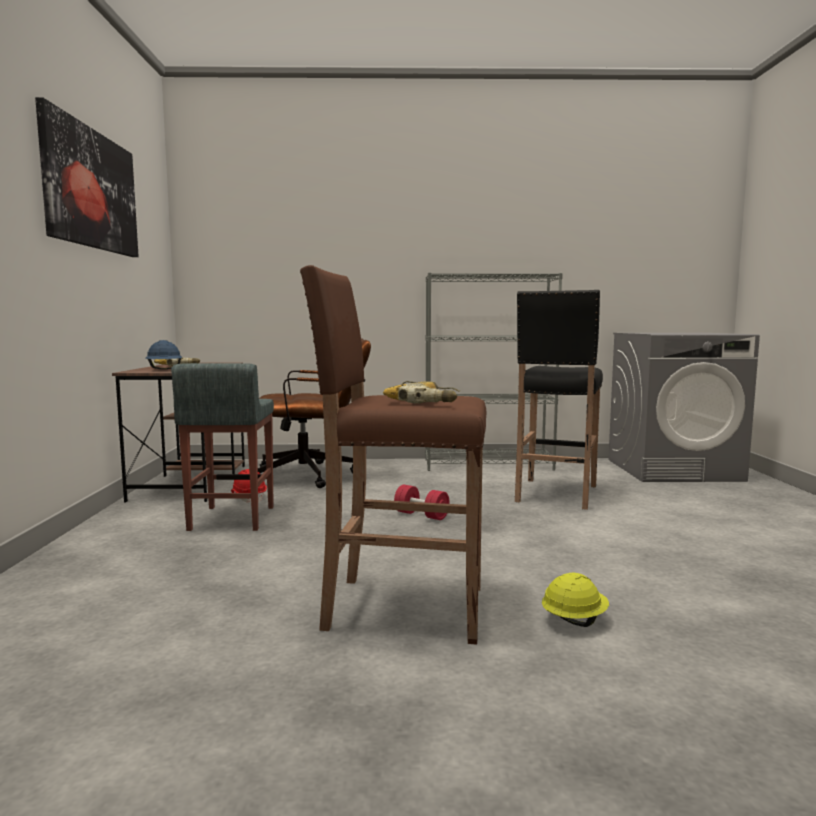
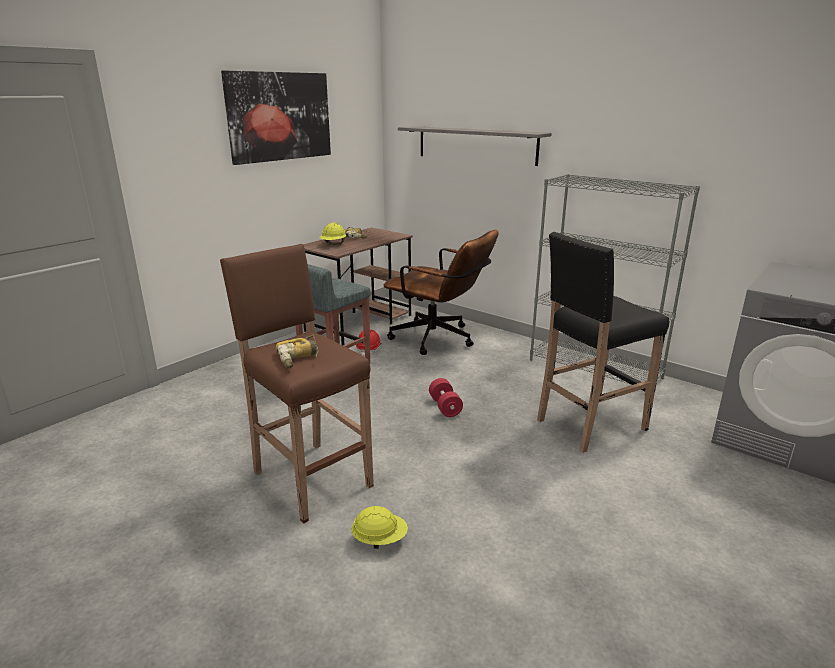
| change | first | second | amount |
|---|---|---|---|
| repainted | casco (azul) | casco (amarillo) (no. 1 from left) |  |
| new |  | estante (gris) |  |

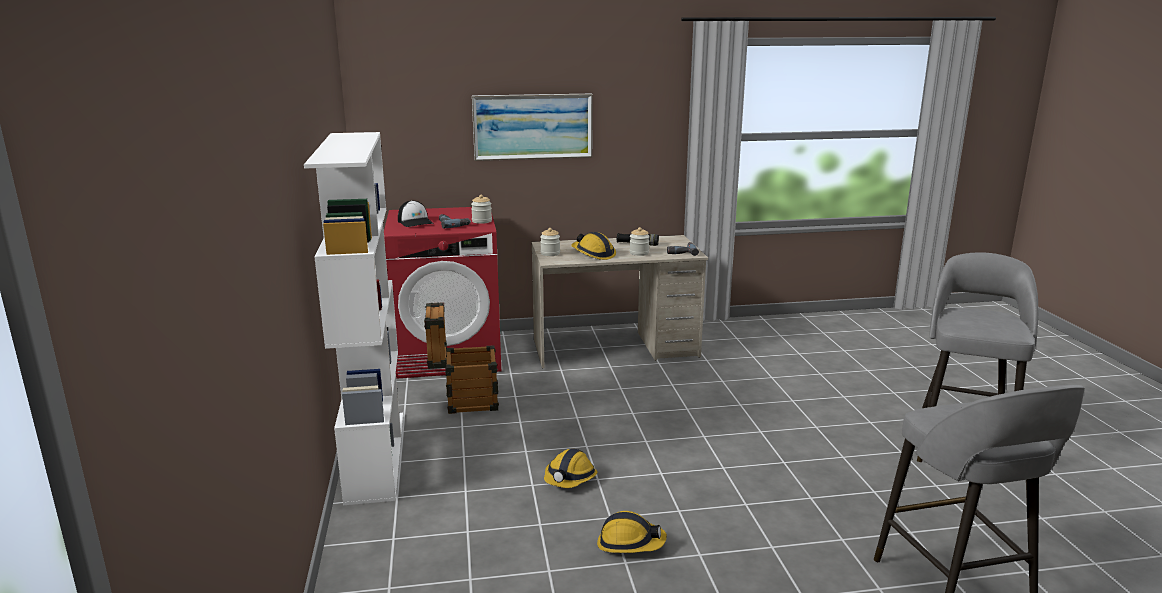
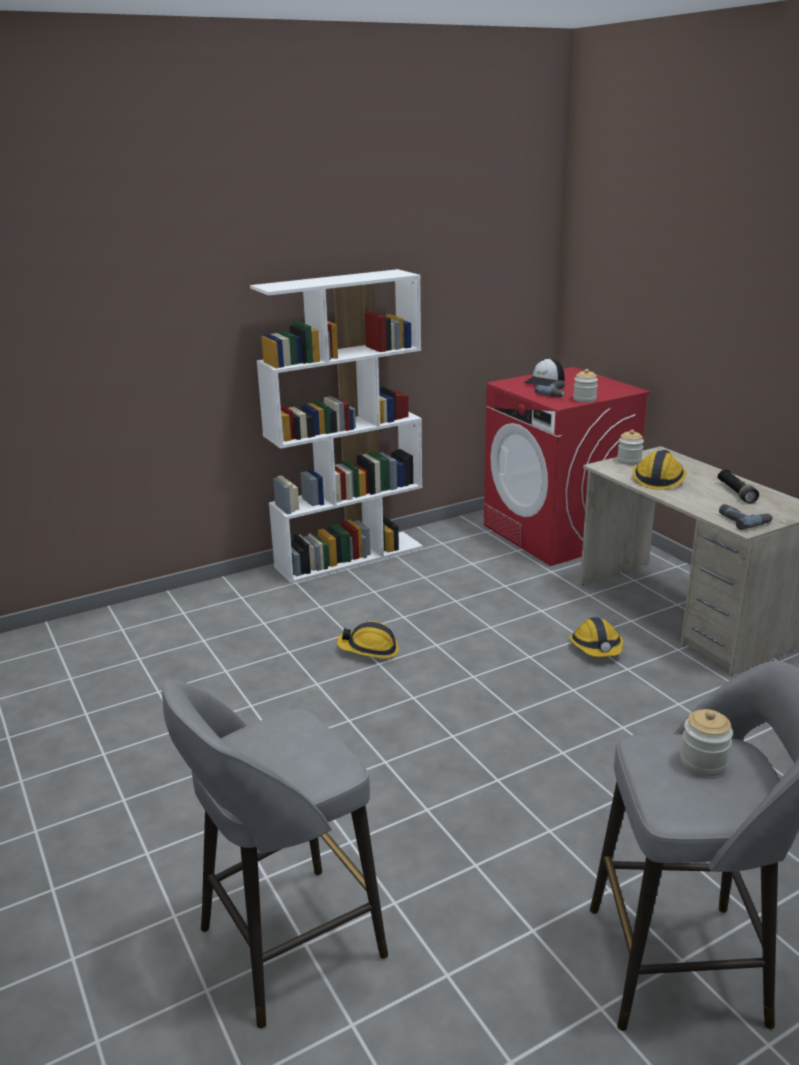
| change | first | second | amount |
|---|---|---|---|
| gone | caja de embalaje |  |  |
| gone | cuadro |  |  |
| shifted | casco (no. 3 from left in the first image) | casco (no. 2 from left) |  |
| shifted | tarro (no. 3 from left) |  |  |

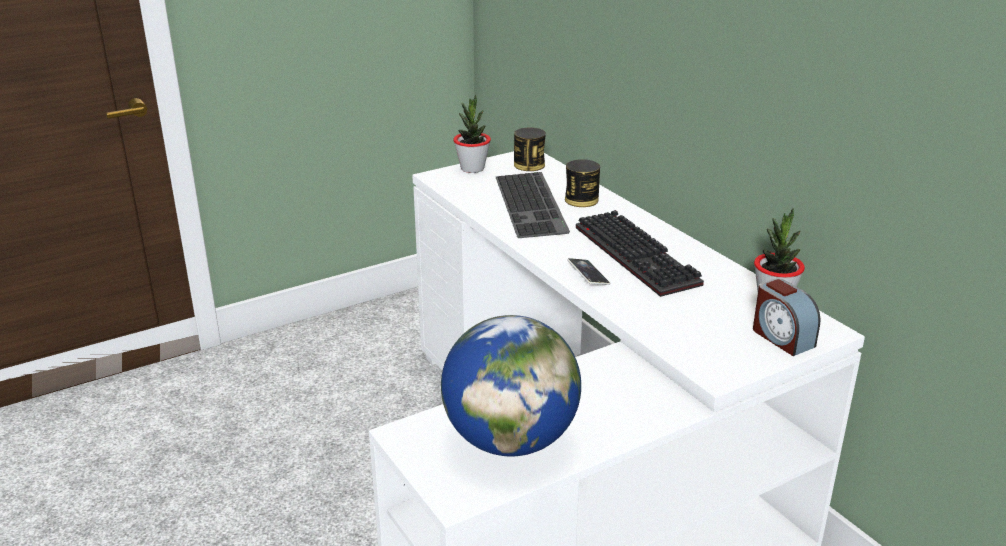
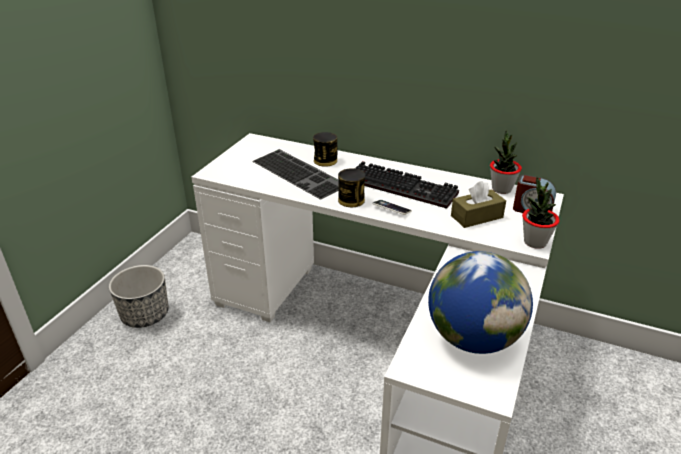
| change | first | second | amount |
|---|---|---|---|
| shifted | planta en maceta (no. 1 from left in the first image) | planta en maceta (no. 2 from left) |  |
| shifted | lata (no. 1 from left in the first image) | lata (no. 2 from left) |  |
| new |  | maceta |  |
| new |  | caja de pañuelos (marrón) |  |

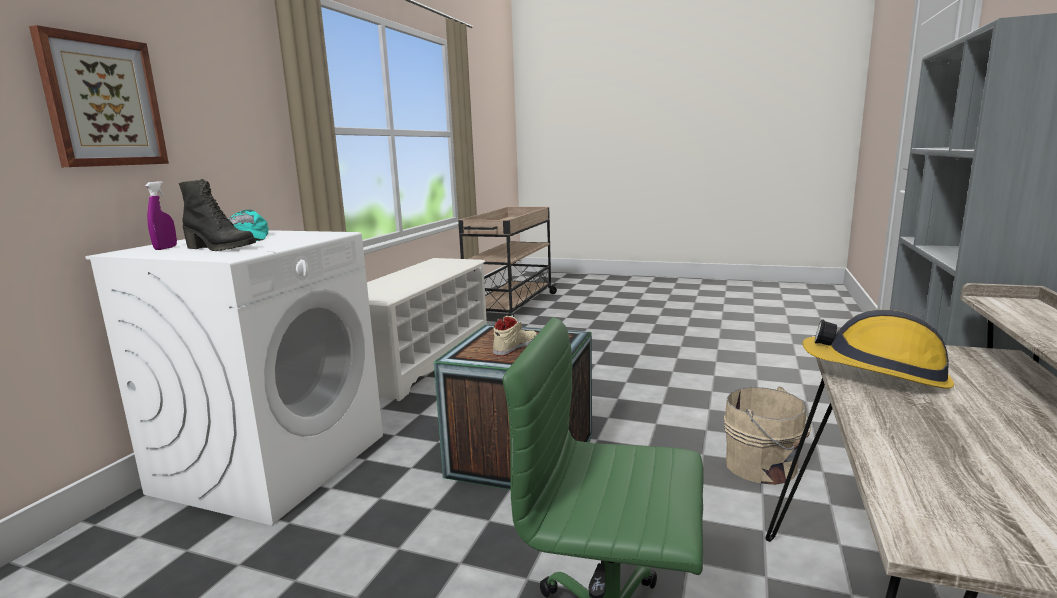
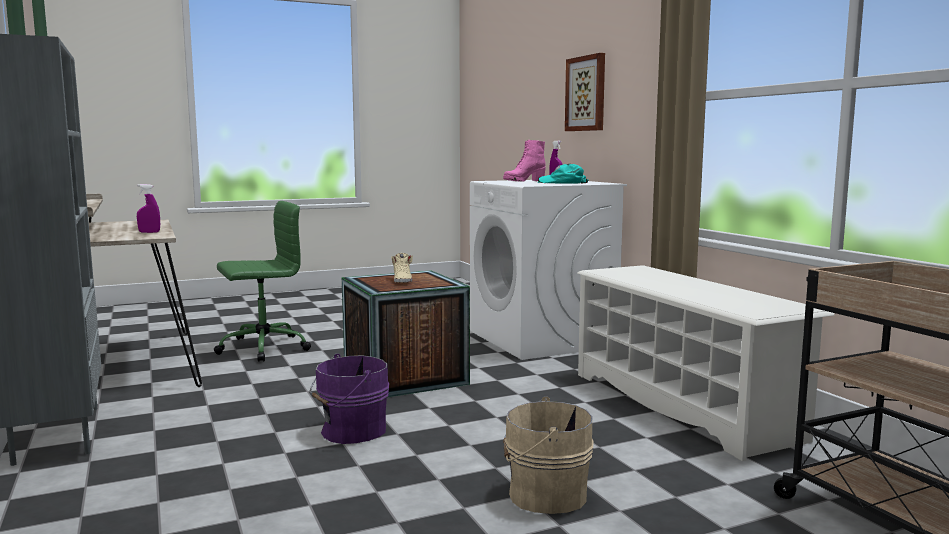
| change | first | second | amount |
|---|---|---|---|
| repainted | bota (negro) | bota (rosa) |  |
| shifted | cubo (beis) |  |  |
| swapped | casco | pulverizador (morado) (no. 1 from left) |  |
| new |  | cubo (morado) |  |

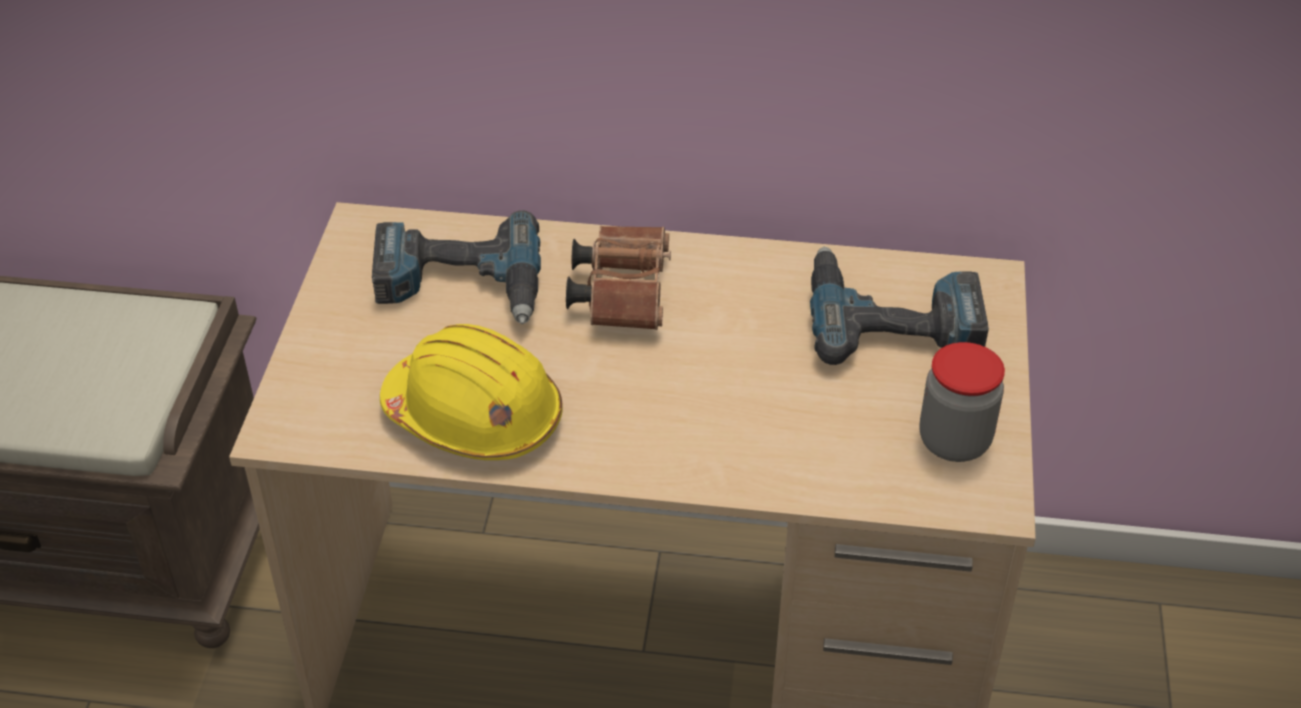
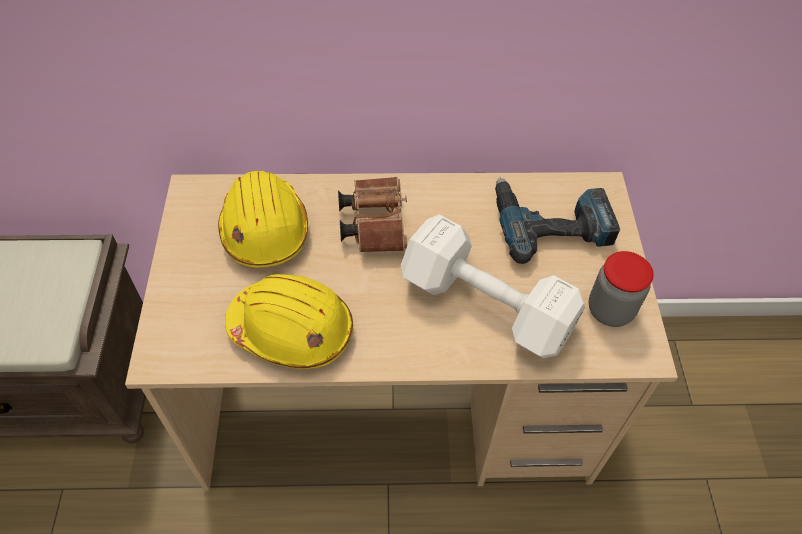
| change | first | second | amount |
|---|---|---|---|
| swapped | taladro (no. 1 from left) | casco (amarillo) (no. 1 from left) |  |
| new |  | mancuerna (blanco) |  |

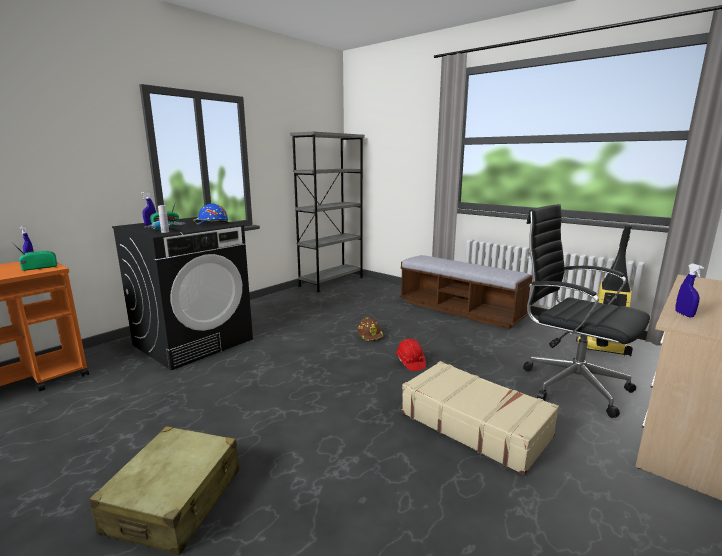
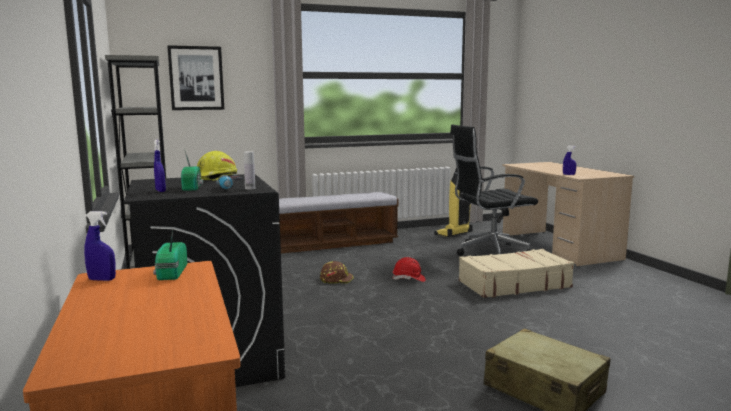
| change | first | second | amount |
|---|---|---|---|
| repainted | casco (azul) | casco (amarillo) |  |
| new |  | cuadro |  |

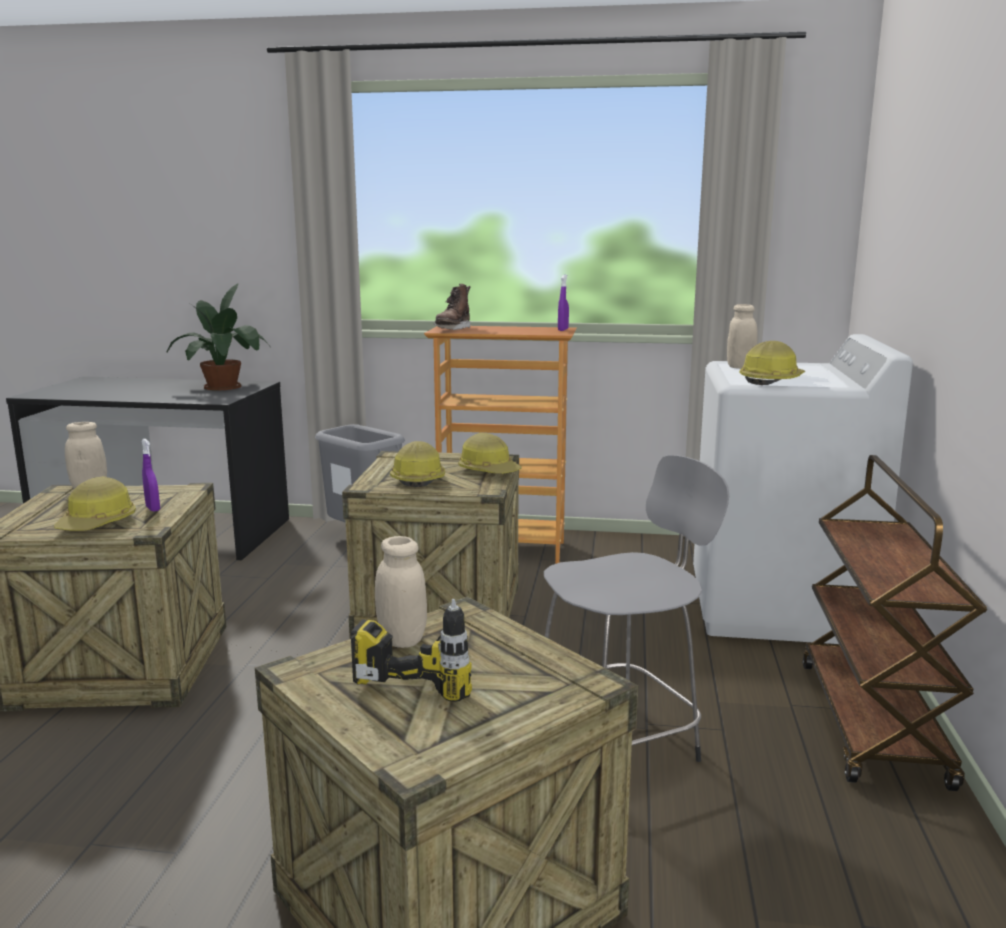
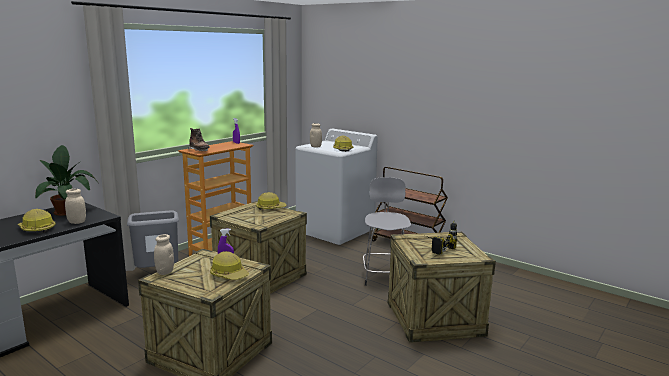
| change | first | second | amount |
|---|---|---|---|
| shifted | tarro (beis) (no. 2 from left in the first image) | tarro (beis) (no. 1 from left) |  |
| shifted | casco (no. 2 from left in the first image) | casco (no. 1 from left) |  |

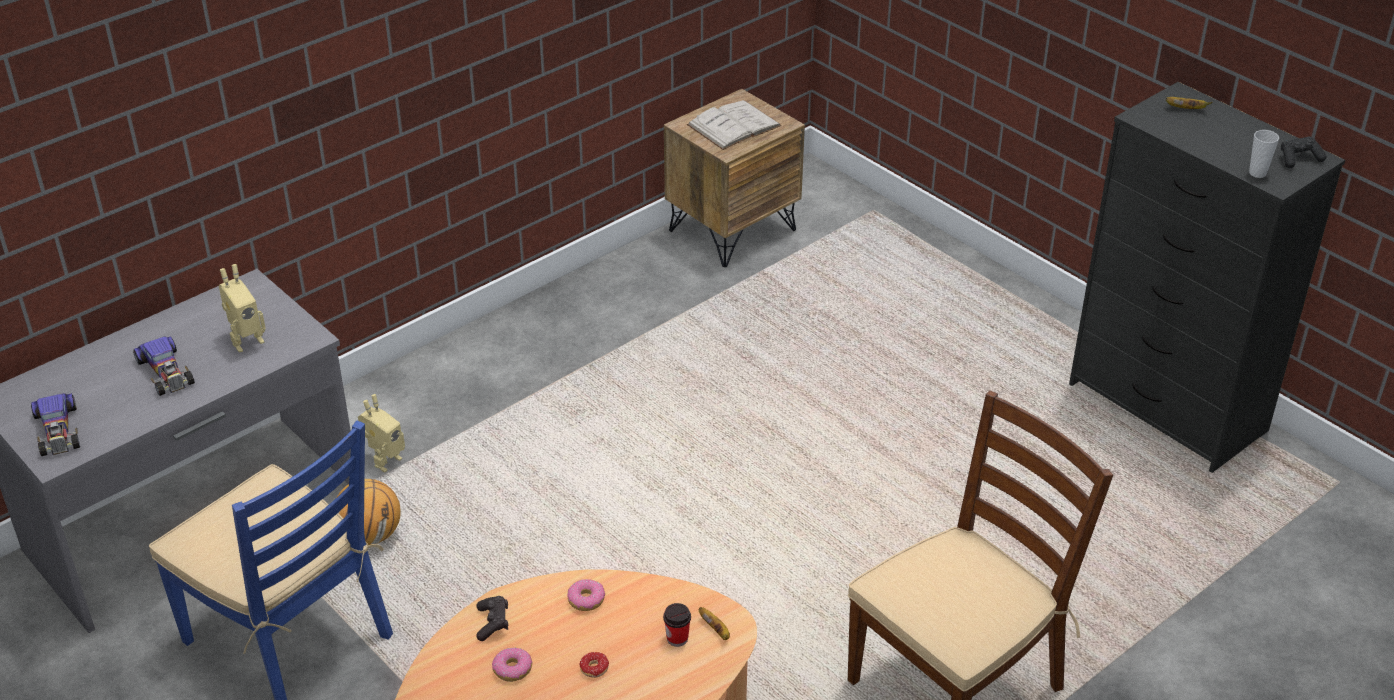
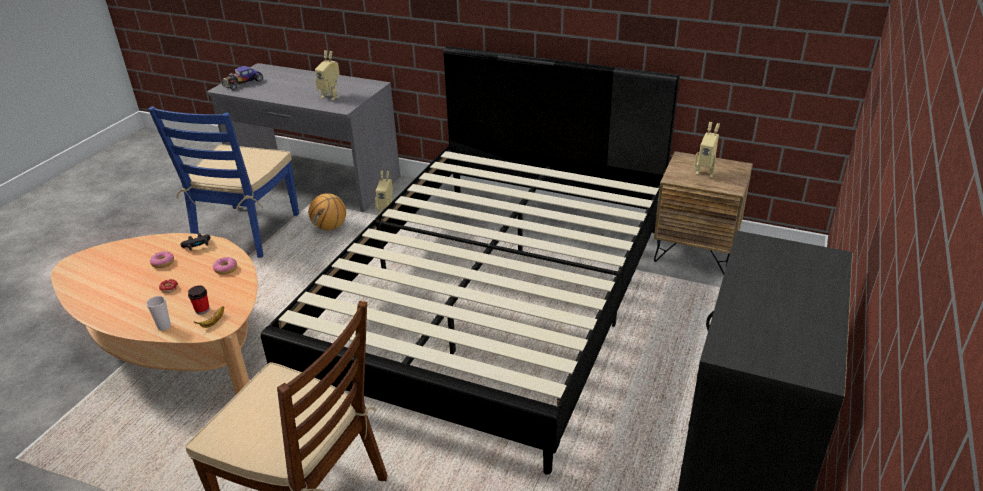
| change | first | second | amount |
|---|---|---|---|
| gone | coche de juguete (no. 2 from left) |  |  |
| swapped | libro (blanco) | robot de juguete (no. 3 from left) |  |
| gone | plátano (no. 2 from left) |  |  |
| shifted | taza (no. 2 from left in the first image) | taza (no. 1 from left) |  |
| gone | mando de consola (negro) (no. 2 from left) |  |  |
| new |  | cama (negro) |  |

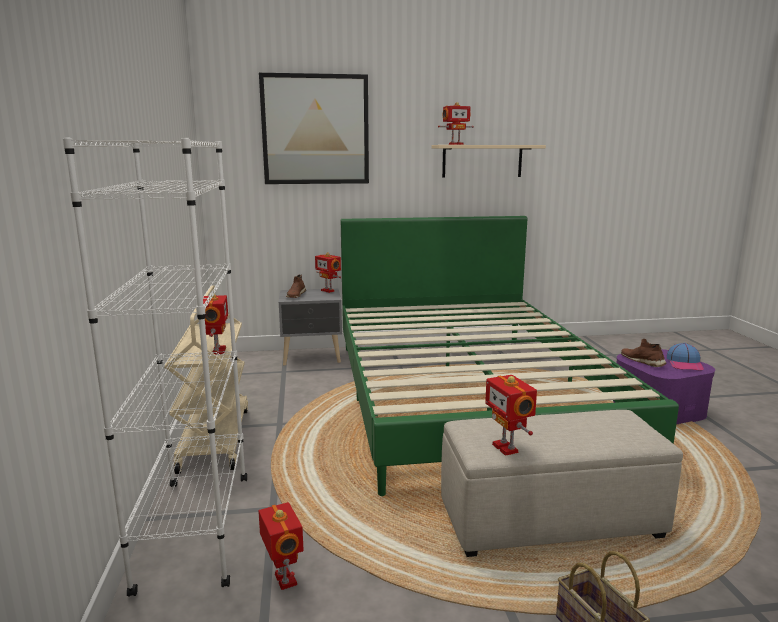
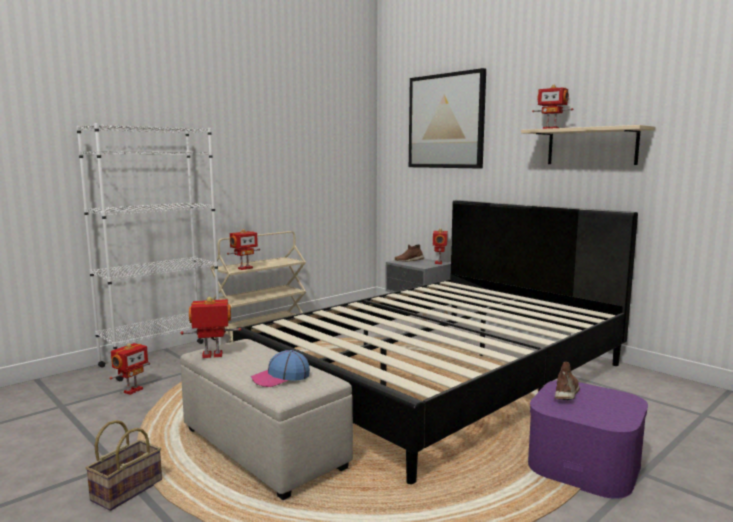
| change | first | second | amount |
|---|---|---|---|
| repainted | cama (verde) | cama (negro) |  |
| rotated | robot de juguete (no. 5 from left in the first image) | robot de juguete (no. 2 from left) | 45 degrees clockwise |
| shifted | gorra |  |  |

